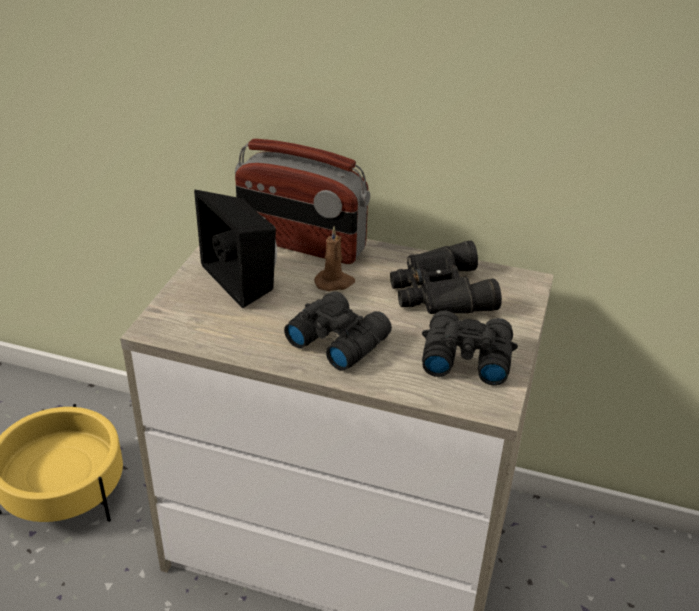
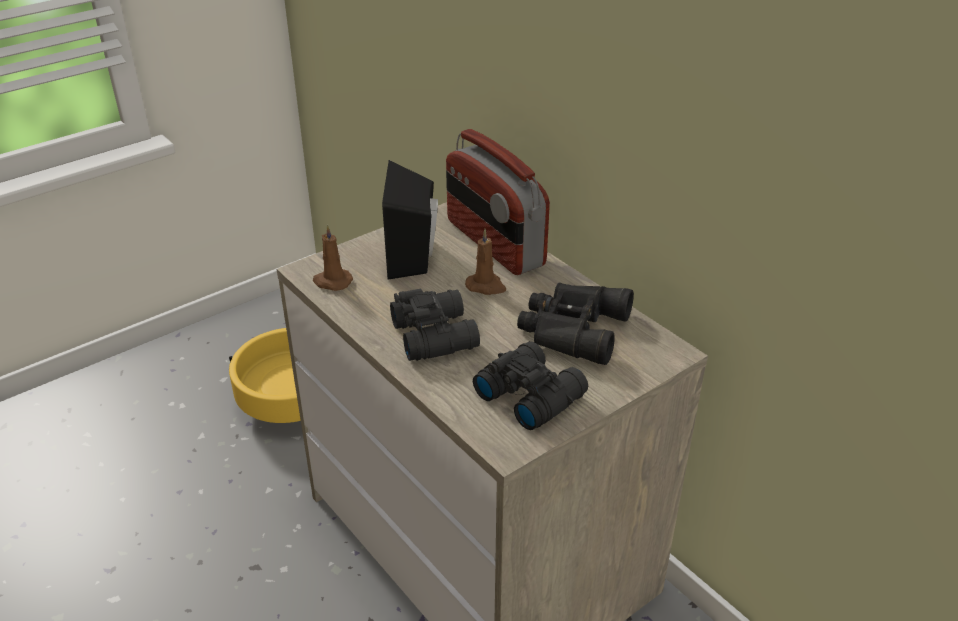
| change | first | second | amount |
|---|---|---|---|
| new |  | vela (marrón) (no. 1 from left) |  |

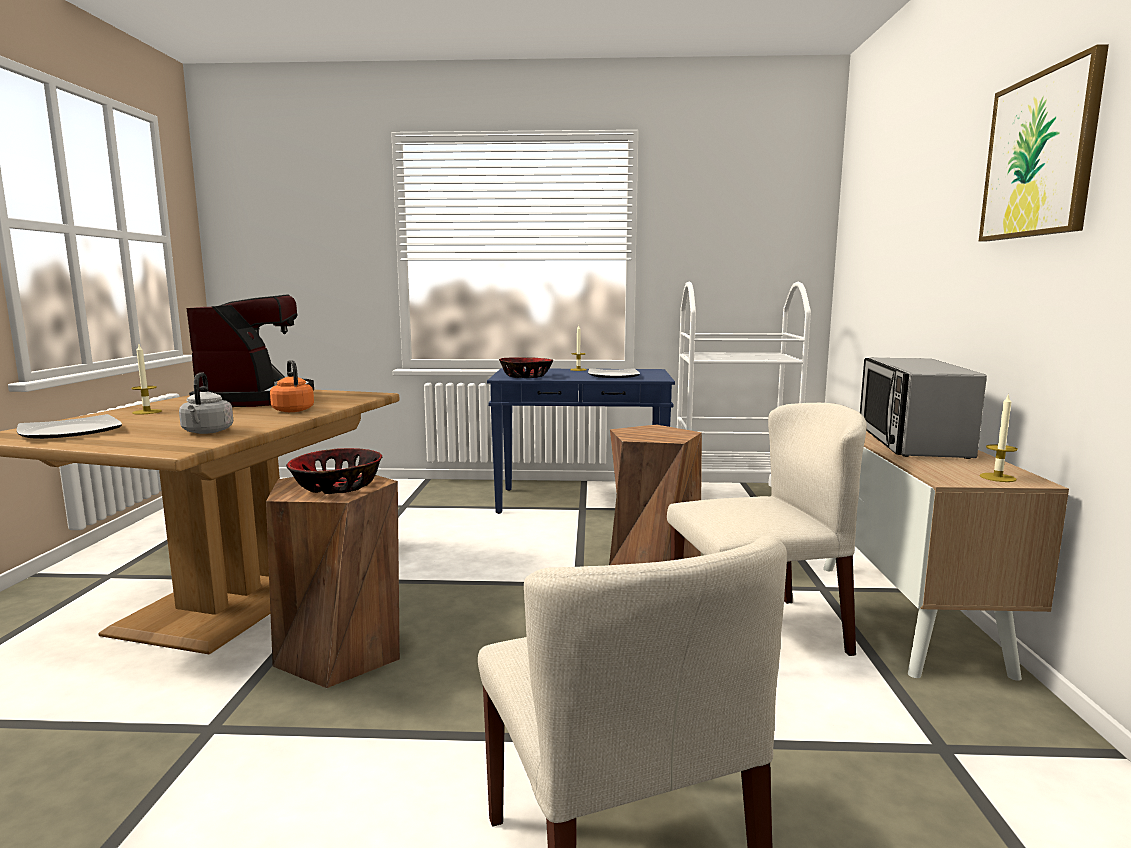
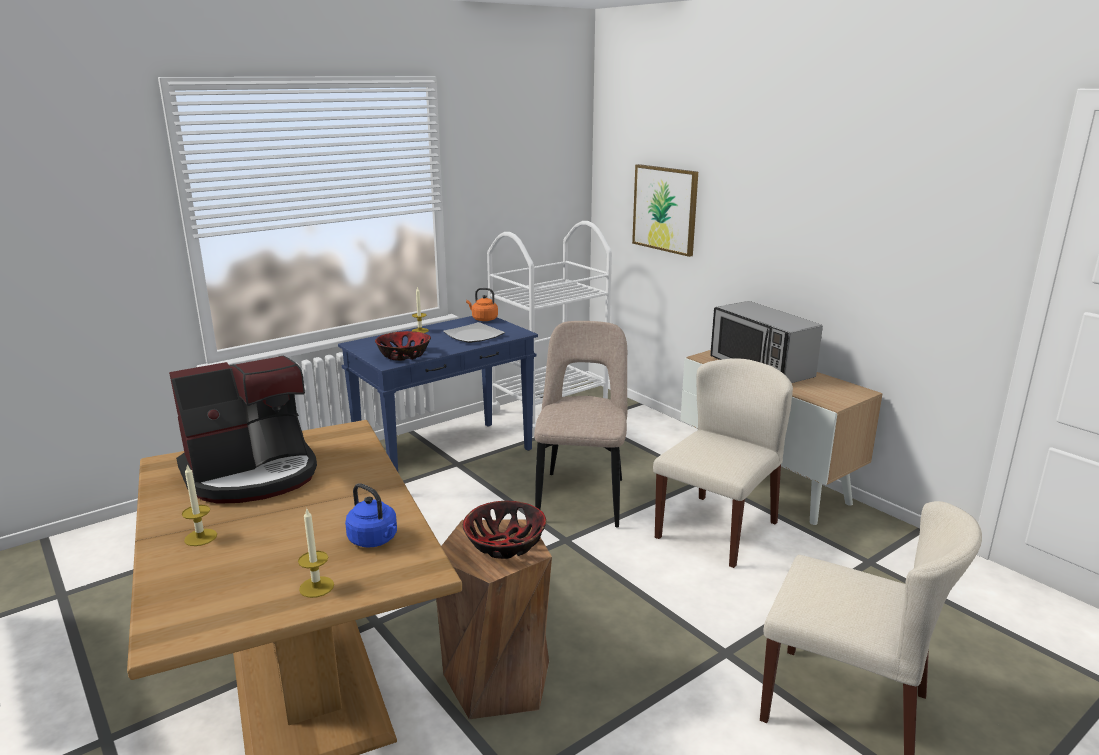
| change | first | second | amount |
|---|---|---|---|
| gone | plato (no. 1 from left) |  |  |
| repainted | hervidor (gris) | hervidor (azul) |  |
| rotated | cafetera |  | 105 degrees clockwise |
| shifted | hervidor (naranja) |  |  |
| swapped | taburete (marrón) (no. 2 from left) | silla (beis) (no. 1 from left) |  |
| shifted | cuadro |  |  |
| shifted | vela (no. 3 from left in the first image) | vela (no. 2 from left) |  |

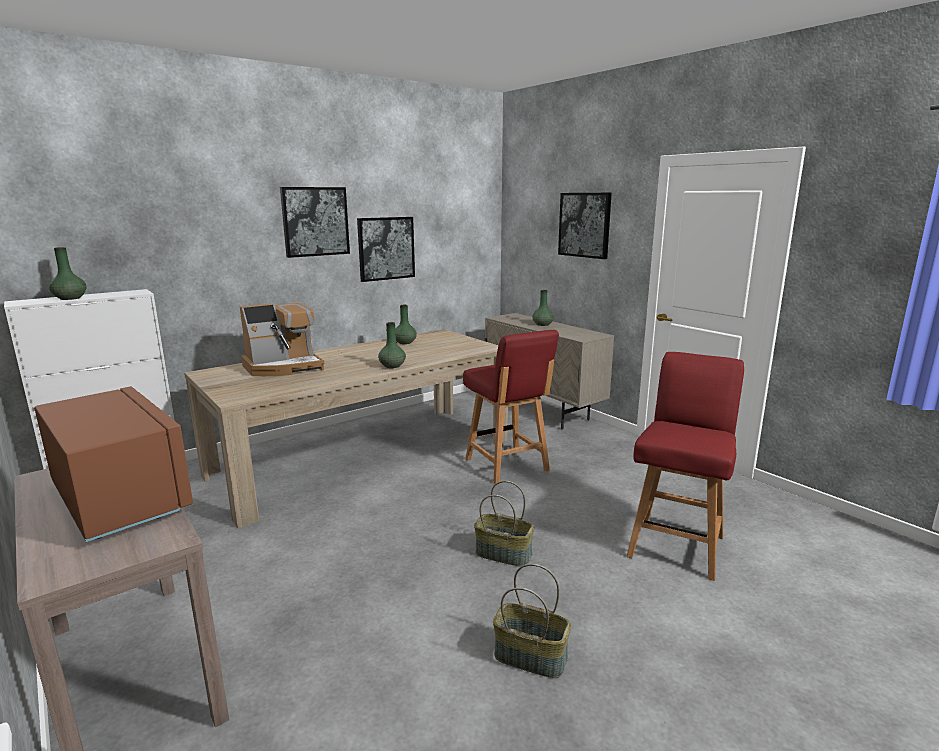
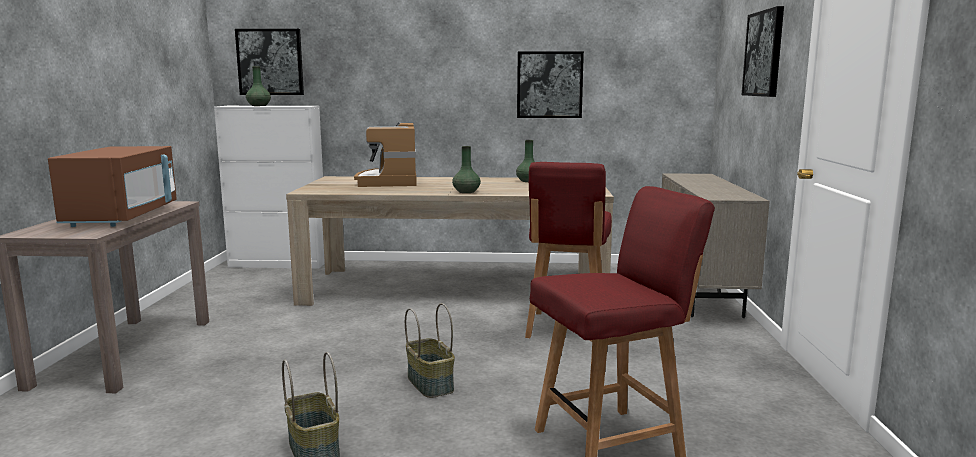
| change | first | second | amount |
|---|---|---|---|
| rotated | cafetera |  | 75 degrees clockwise |
| shifted | cuadro (no. 1 from left) |  |  |
| gone | florero (verde) (no. 4 from left) |  |  |

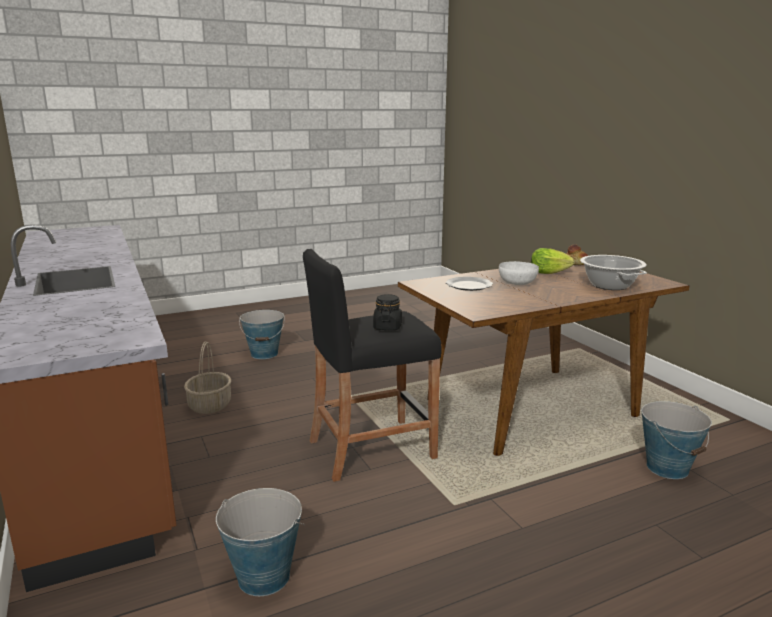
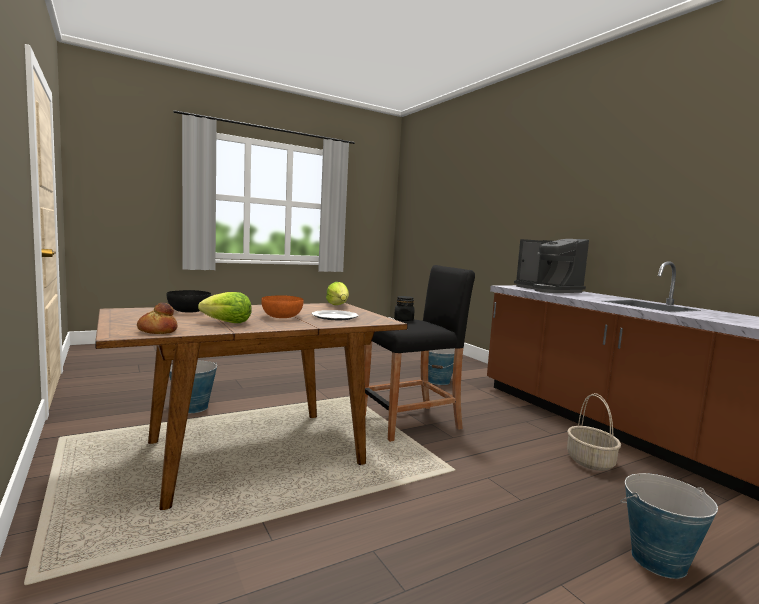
| change | first | second | amount |
|---|---|---|---|
| repainted | cuenco (blanco) | cuenco (naranja) |  |
| swapped | olla | cuenco (negro) |  |
| new |  | lechuga (no. 2 from left) |  |
| new |  | cafetera |  |

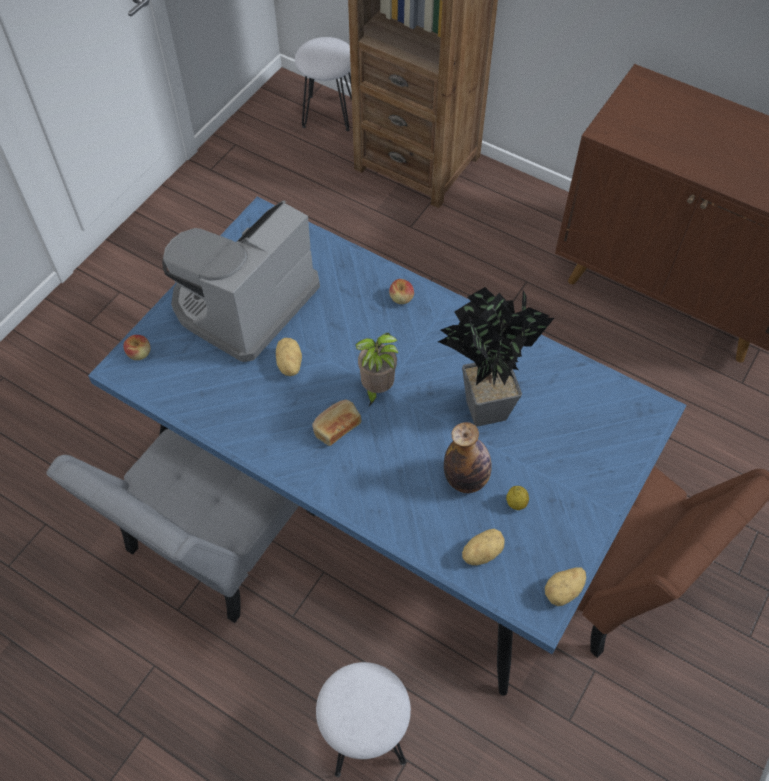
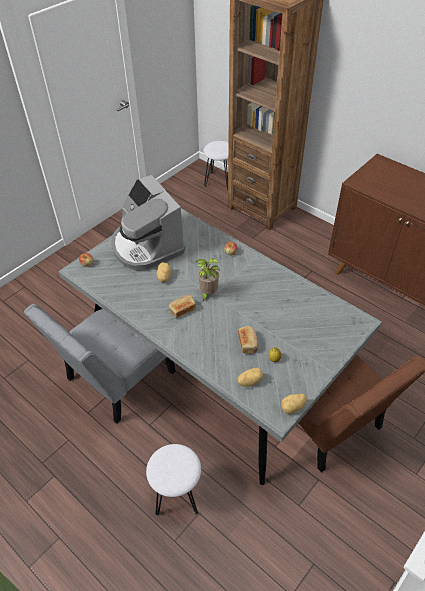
| change | first | second | amount |
|---|---|---|---|
| repainted | mesa de comedor (azul) | mesa de comedor (gris) |  |
| rotated | cafetera |  | 75 degrees counterclockwise |
| gone | planta en maceta (no. 2 from left) |  |  |
| swapped | botella | pan (no. 2 from left) |  |

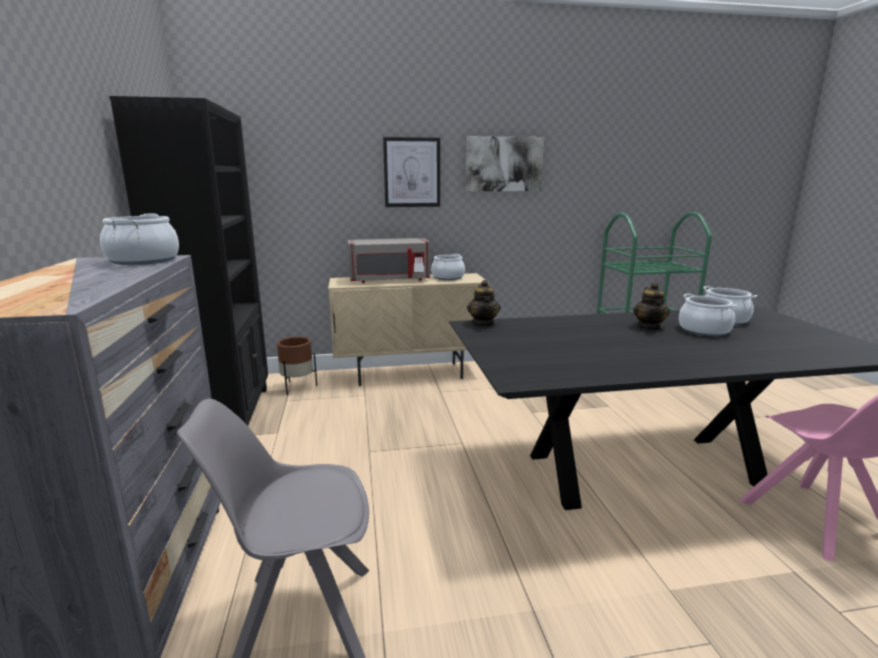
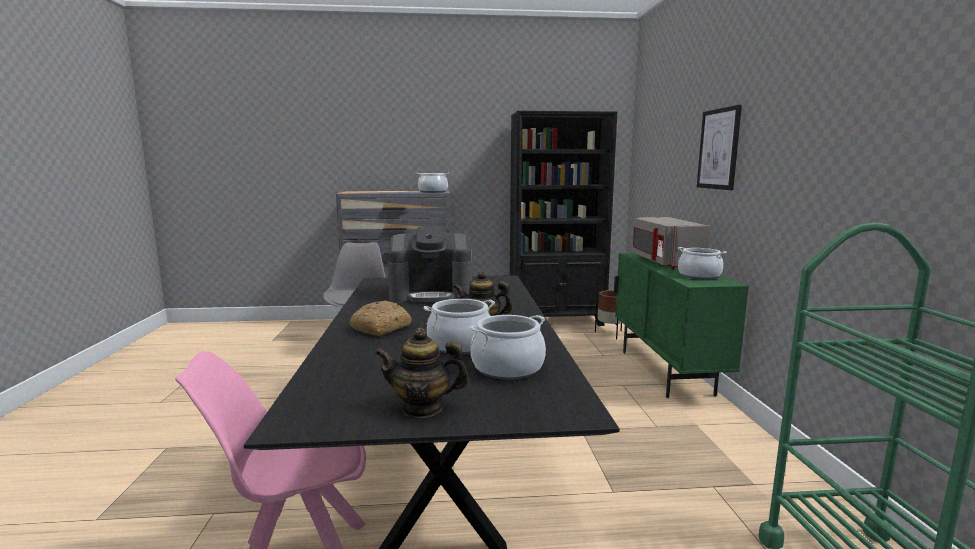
| change | first | second | amount |
|---|---|---|---|
| repainted | armario (beis) | armario (verde) |  |
| gone | cuadro (no. 2 from left) |  |  |
| shifted | tetera (no. 1 from left) |  |  |
| new |  | pan |  |
| new |  | cafetera |  |

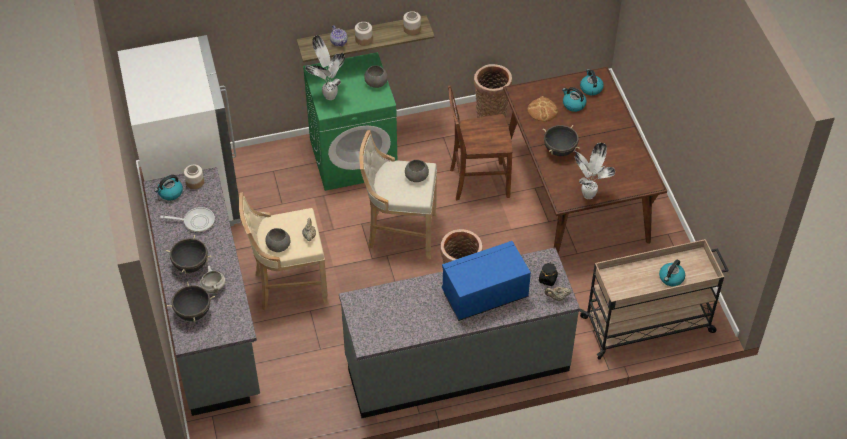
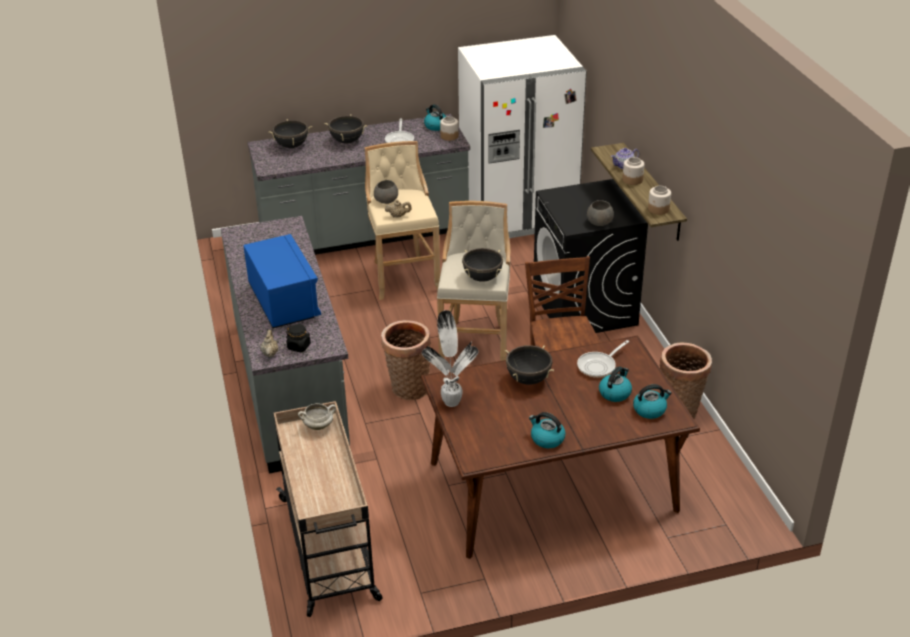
| change | first | second | amount |
|---|---|---|---|
| shifted | olla (blanco) |  |  |
| repainted | lavadora (verde) | lavadora (negro) |  |
| gone | planta en maceta (no. 1 from left) |  |  |
| swapped | cuenco (gris) (no. 3 from left) | olla (negro) (no. 3 from left) |  |
| swapped | pan | sartén (no. 2 from left) |  |
| shifted | hervidor (no. 4 from left in the first image) | hervidor (no. 2 from left) |  |

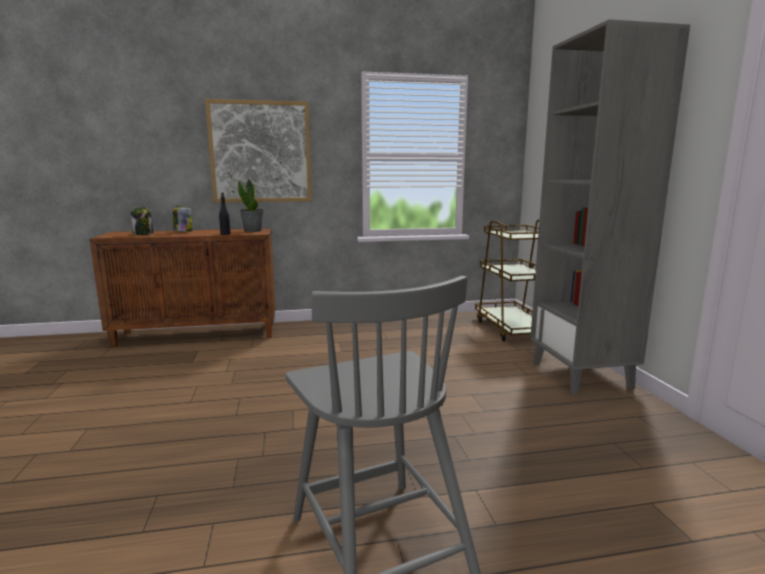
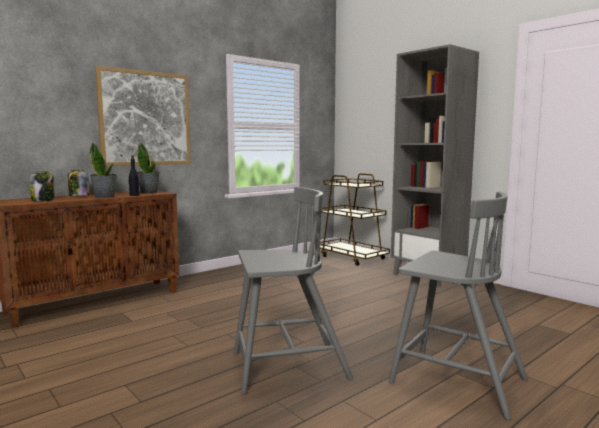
| change | first | second | amount |
|---|---|---|---|
| new |  | planta en maceta (no. 1 from left) |  |
| new |  | silla (gris) (no. 1 from left) |  |

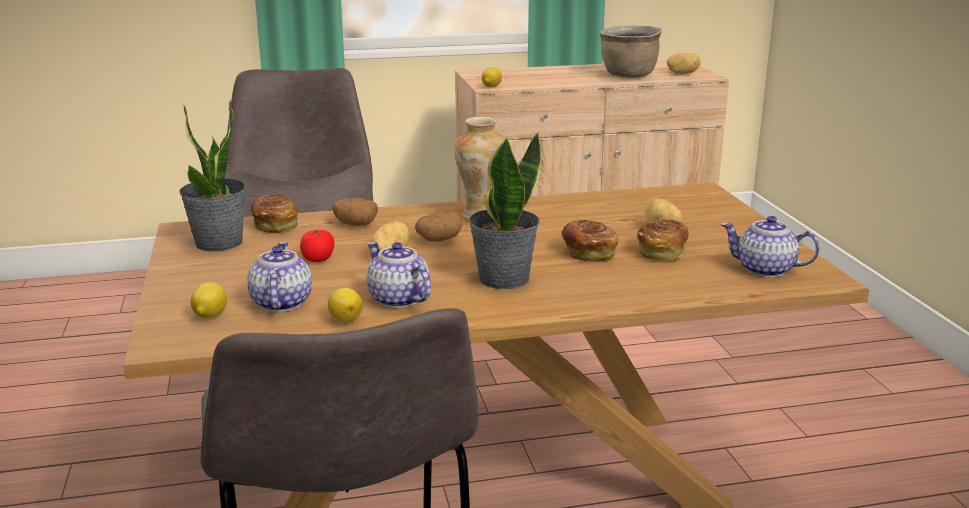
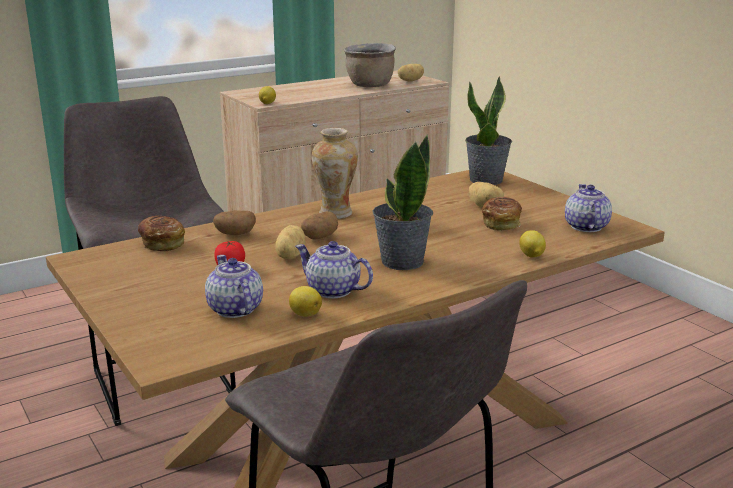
| change | first | second | amount |
|---|---|---|---|
| shifted | planta en maceta (no. 1 from left in the first image) | planta en maceta (no. 2 from left) |  |
| shifted | limón (no. 1 from left in the first image) | limón (no. 3 from left) |  |
| gone | pan (no. 2 from left) |  |  |
| rotated | tetera (no. 3 from left) |  | 90 degrees clockwise |

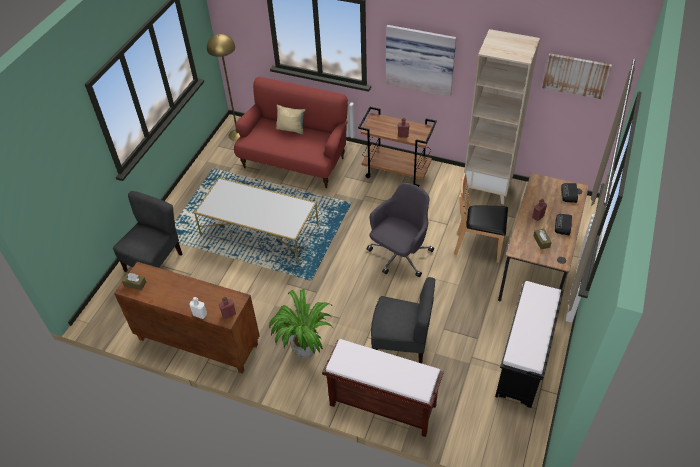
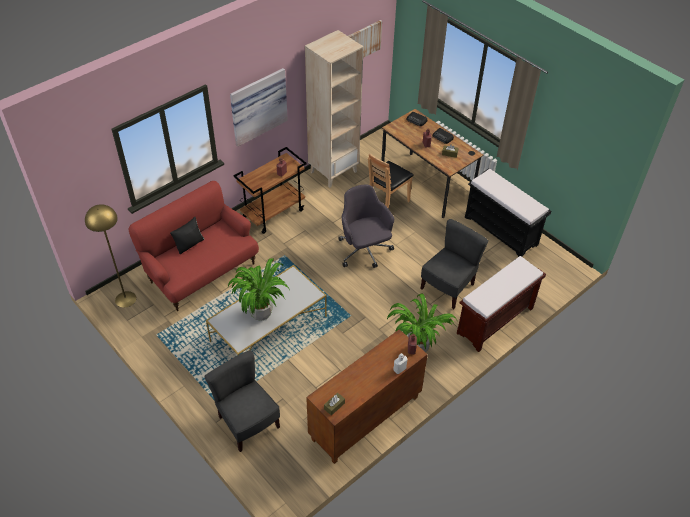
| change | first | second | amount |
|---|---|---|---|
| repainted | cojín (beis) | cojín (negro) |  |
| new |  | planta en maceta (no. 1 from left) |  |

